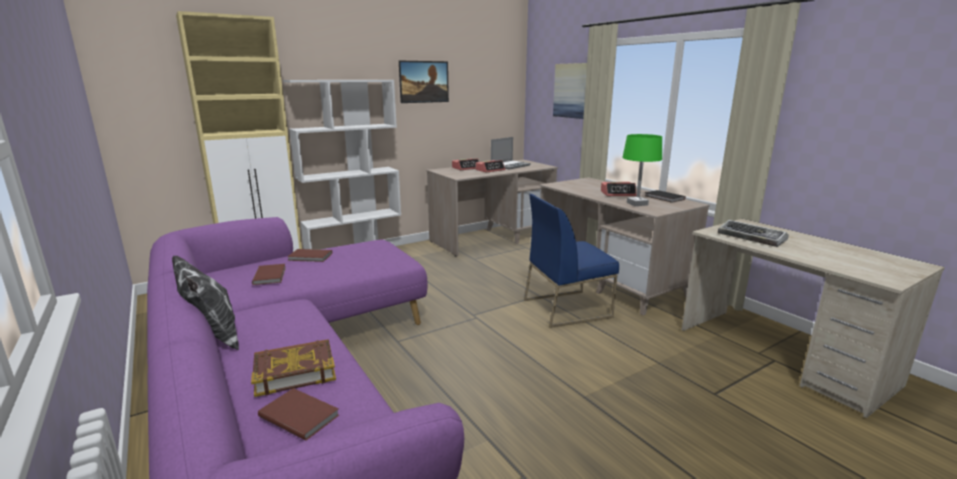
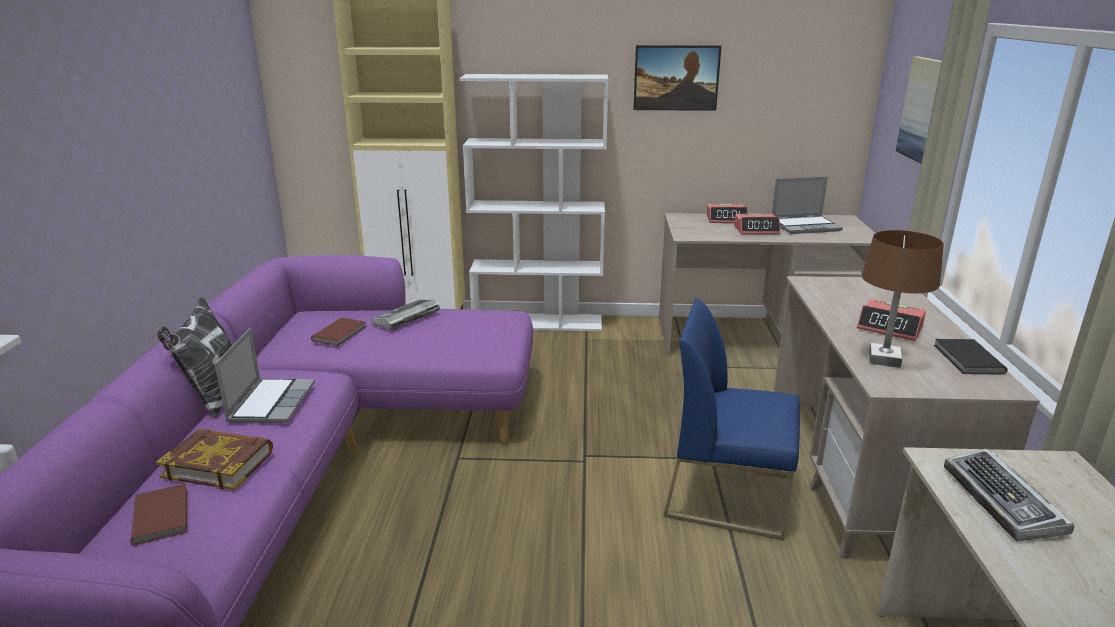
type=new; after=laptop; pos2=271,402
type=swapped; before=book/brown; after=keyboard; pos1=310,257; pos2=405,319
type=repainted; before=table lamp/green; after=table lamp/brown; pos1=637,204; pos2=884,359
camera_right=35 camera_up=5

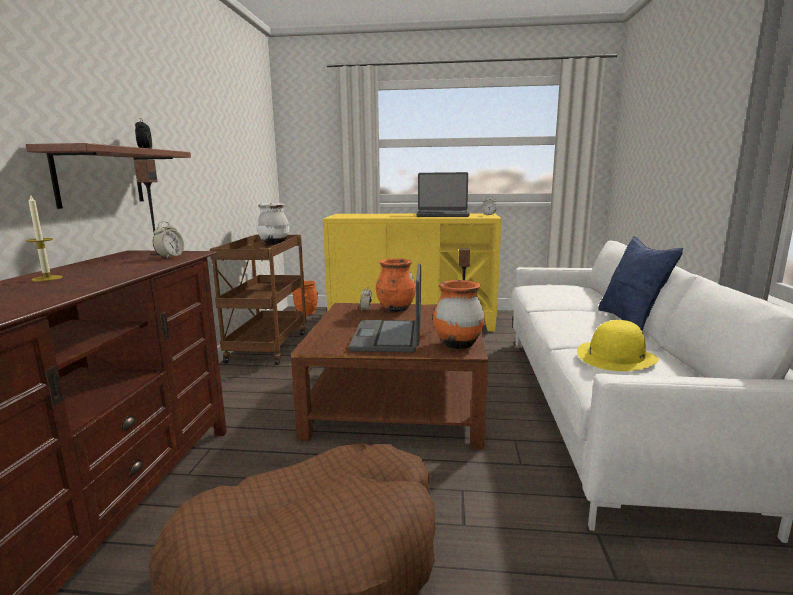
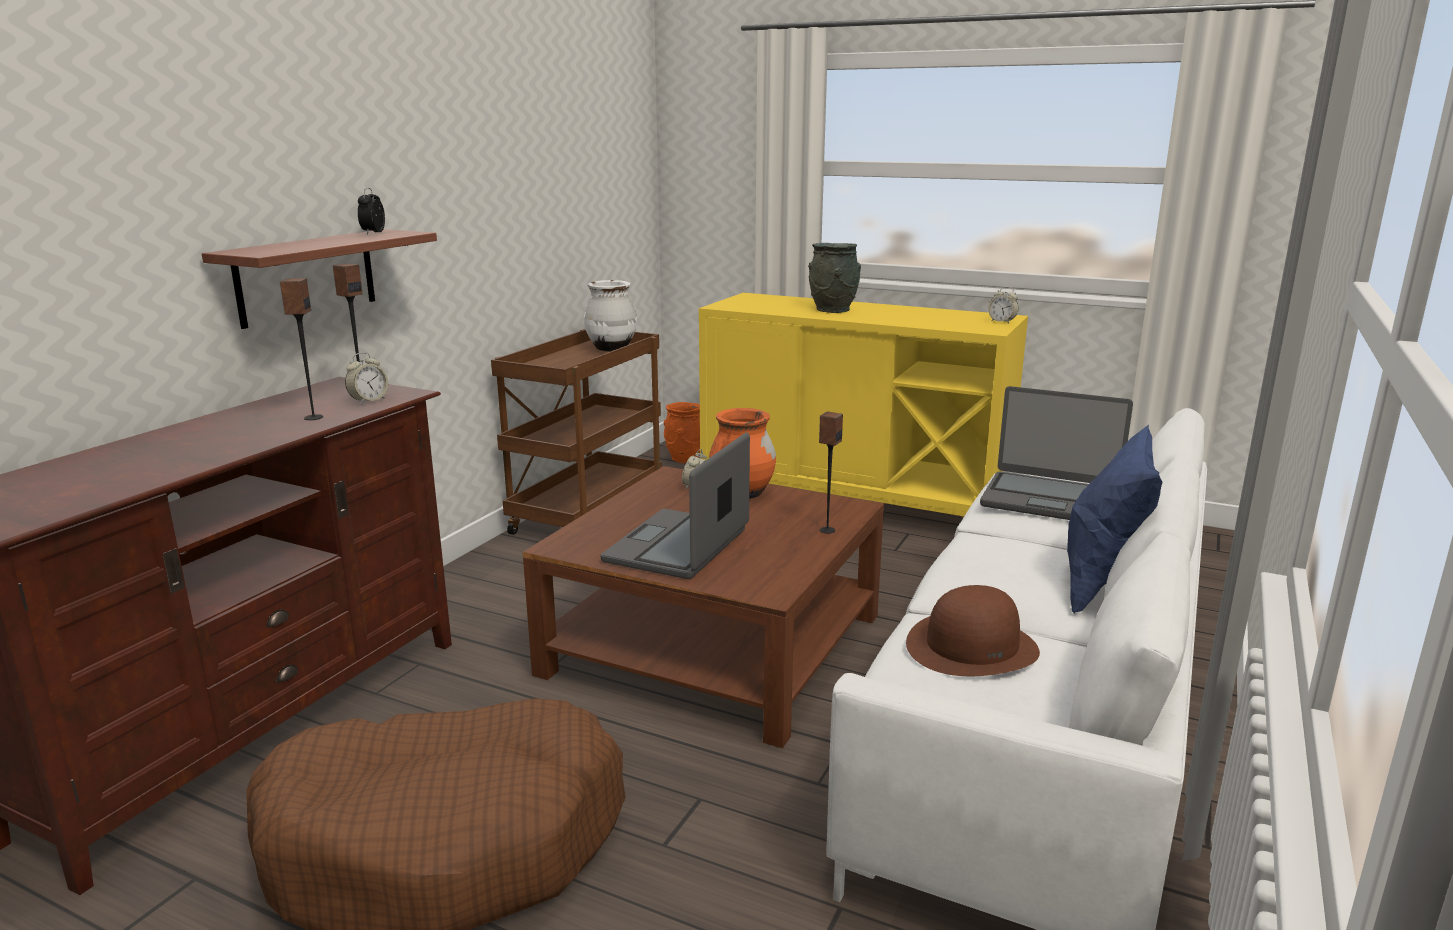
type=gone; before=candle; pos1=47,278
type=gone; before=vase/orange; pos1=457,345
type=new; after=speaker; pos2=313,417
type=new; after=vase/grey; pos2=833,310
type=shifted; before=laptop; pos1=442,215; pos2=1050,500
type=repainted; before=hat/yellow; after=hat/brown; pos1=616,356; pos2=972,646
camera_right=20 camera_up=5

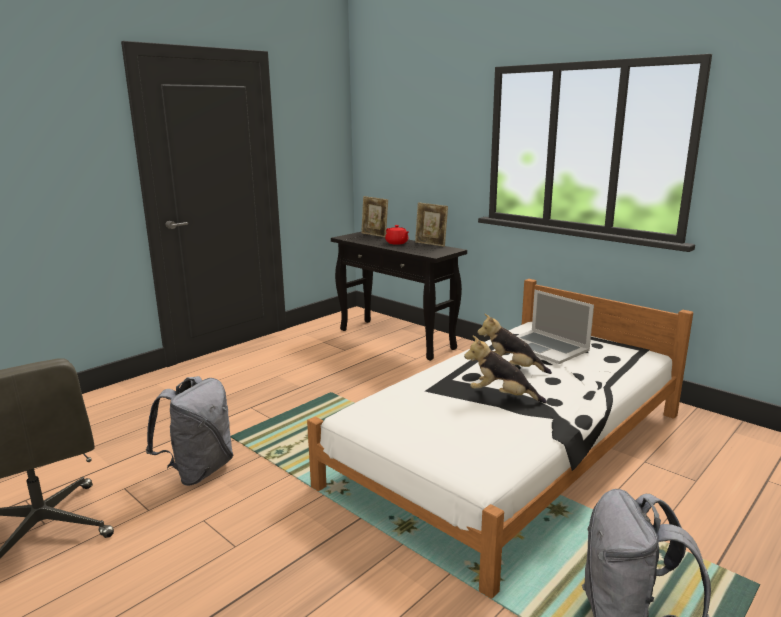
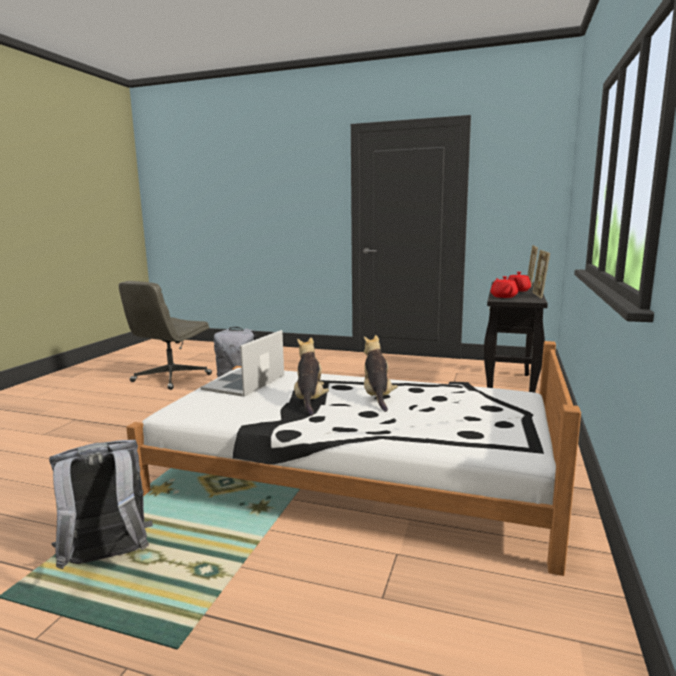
type=new; after=teapot/red; pos2=503,296
type=shifted; before=laptop; pos1=545,347; pos2=245,382
camera_right=65 camera_up=-5

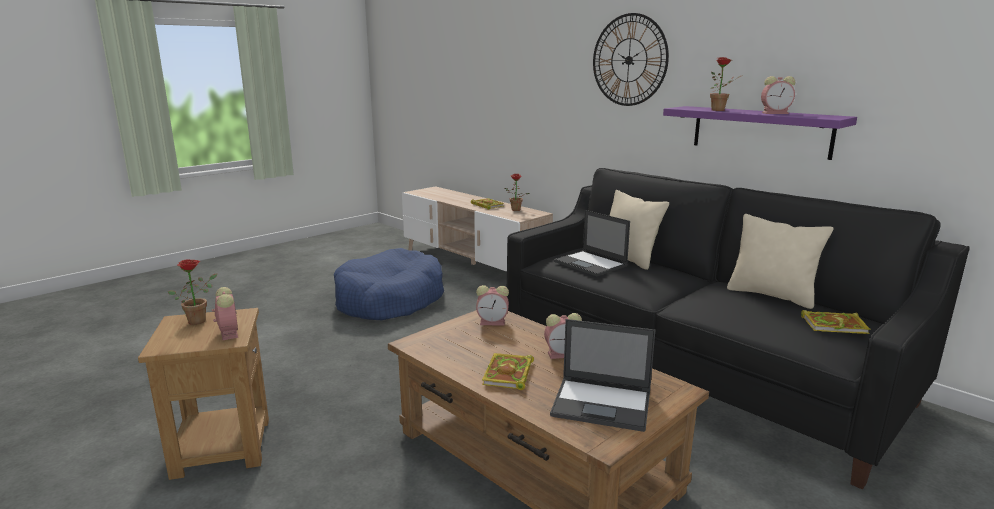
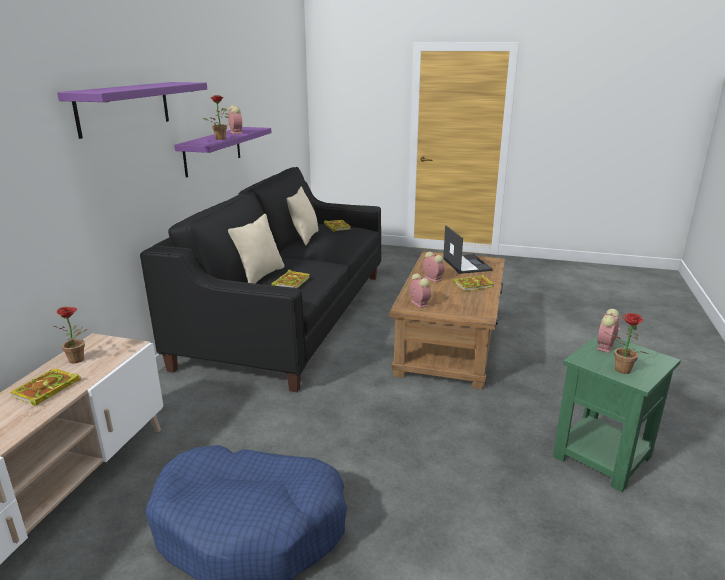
type=swapped; before=laptop; after=book; pos1=591,264; pos2=291,282
type=swapped; before=wall clock; after=shelf/purple; pos1=629,60; pos2=124,108
type=repainted; before=side table/brown; after=side table/green; pos1=222,446; pos2=601,457
camera_right=-120 camera_up=5

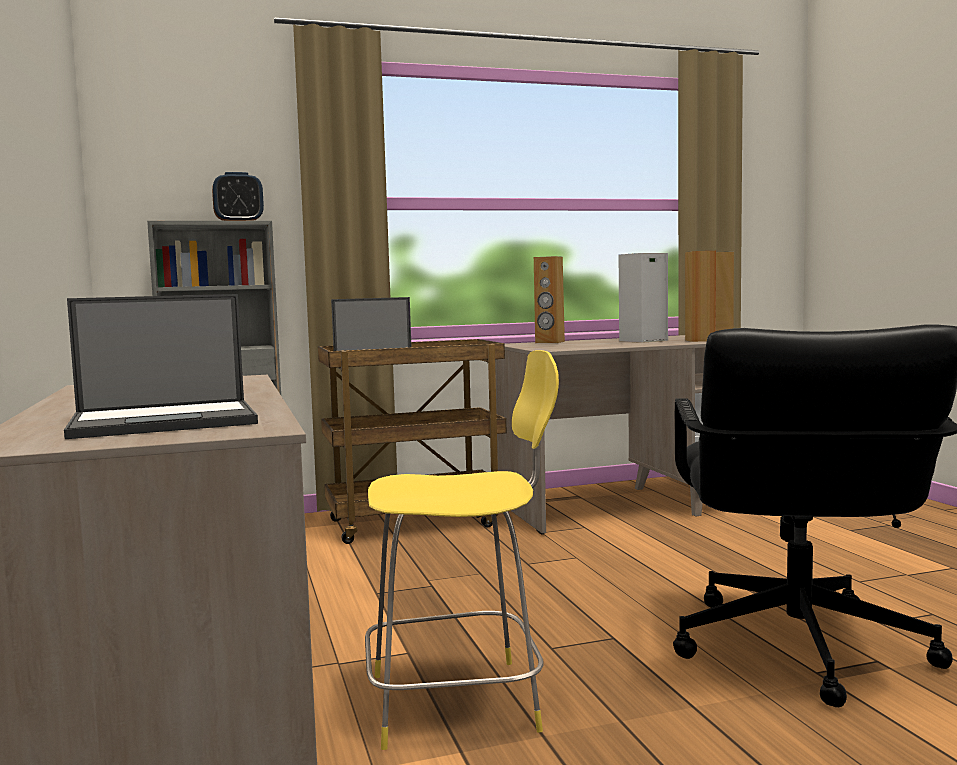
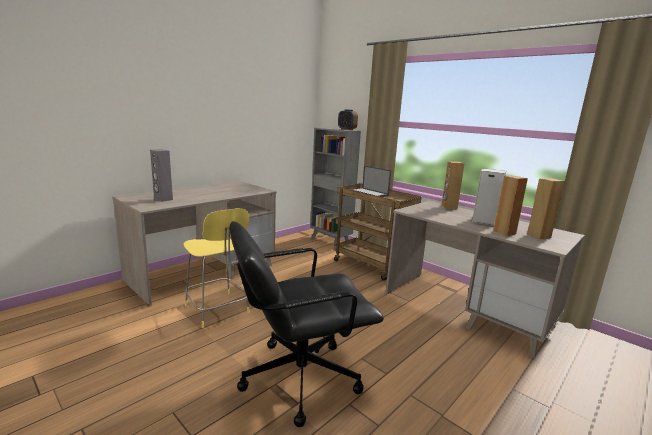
type=swapped; before=laptop; after=speaker/grey; pos1=167,421; pos2=163,199
camera_right=60 camera_up=10

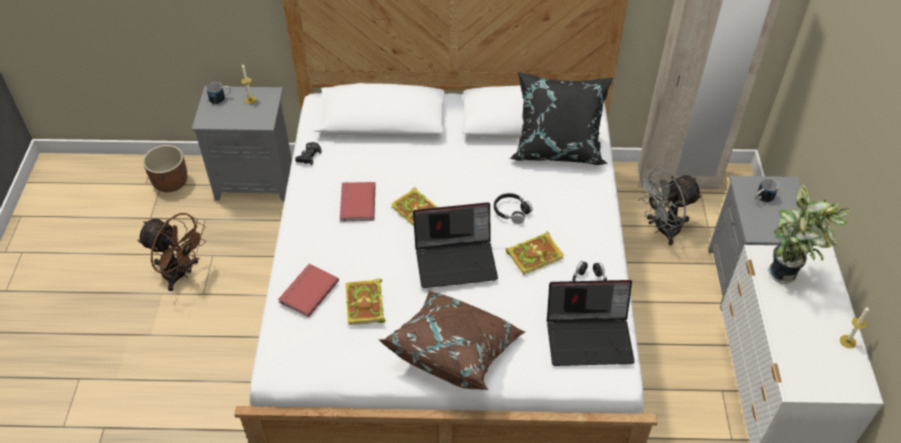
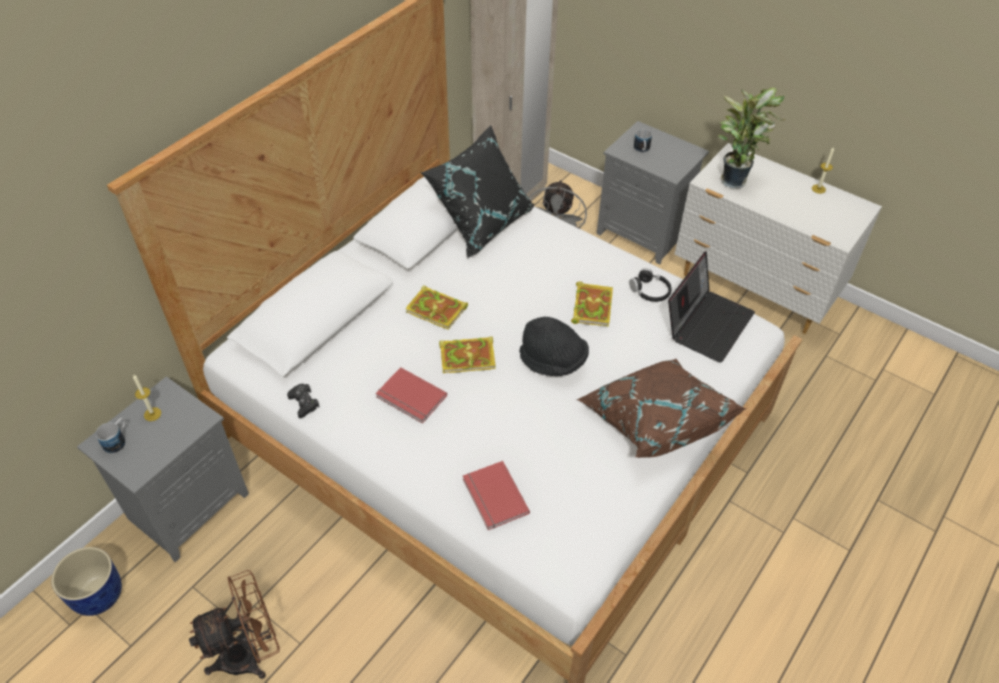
type=gone; before=headphones/black; pos1=511,211
type=shifted; before=book; pos1=365,305; pos2=438,310
type=swapped; before=laptop; after=hat/black; pos1=456,260; pos2=553,361
type=repainted; before=planter/brown; after=planter/blue; pos1=171,182; pos2=98,594
camera_right=-55 camera_up=0

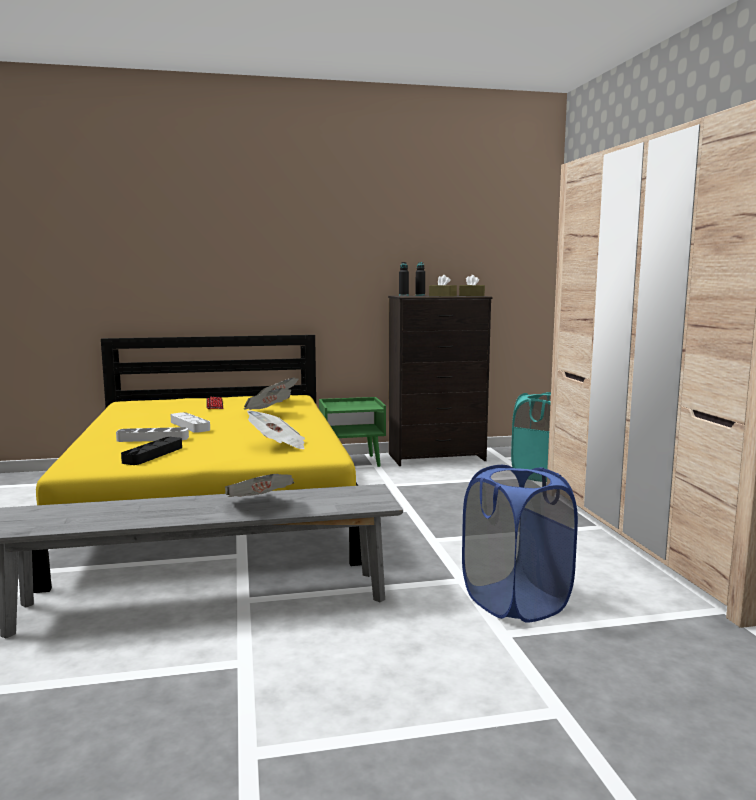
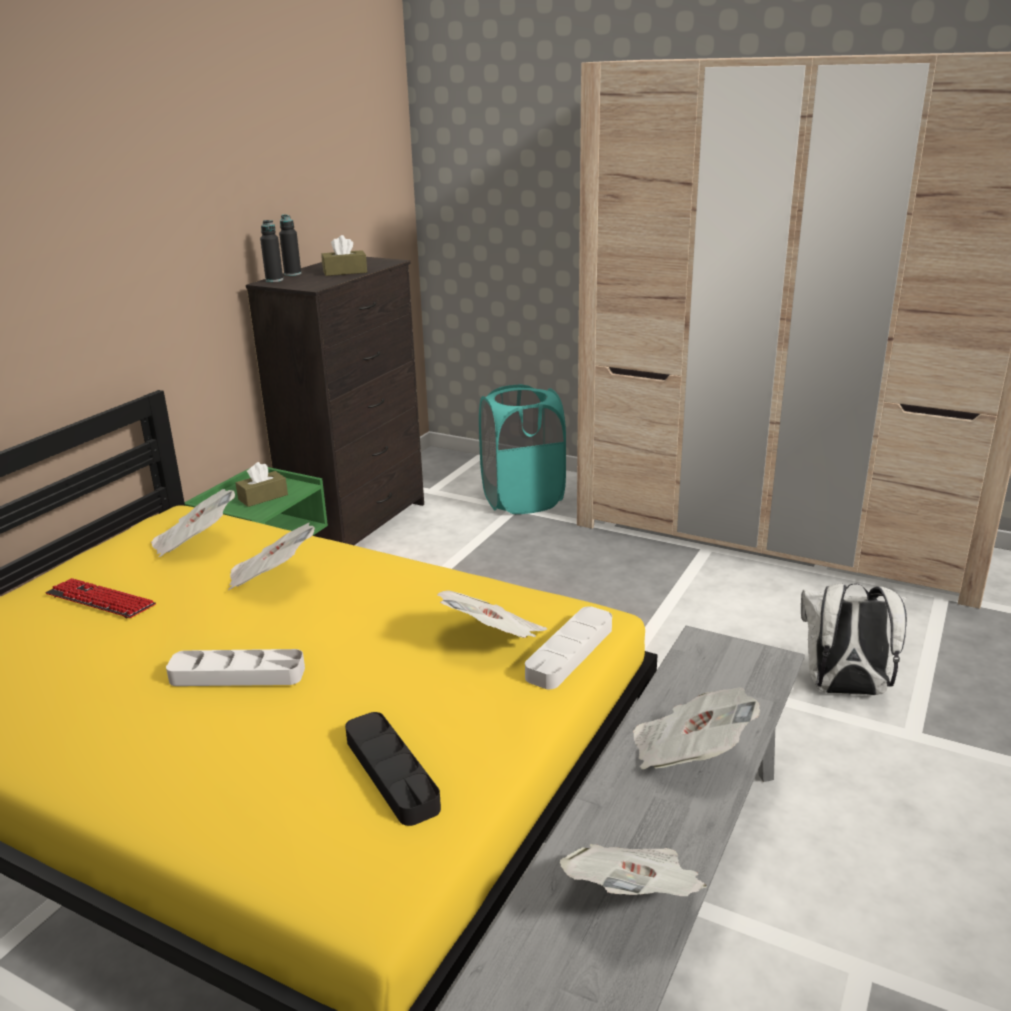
type=new; after=newspaper; pos2=634,896
type=shifted; before=tray/grey; pos1=153,438; pos2=570,652
type=shifted; before=tissue box/brown; pos1=471,295; pos2=263,497
type=swapped; before=laundry basket/blue; after=backpack/white; pos1=515,602; pos2=844,690
camera_right=-50 camera_up=15

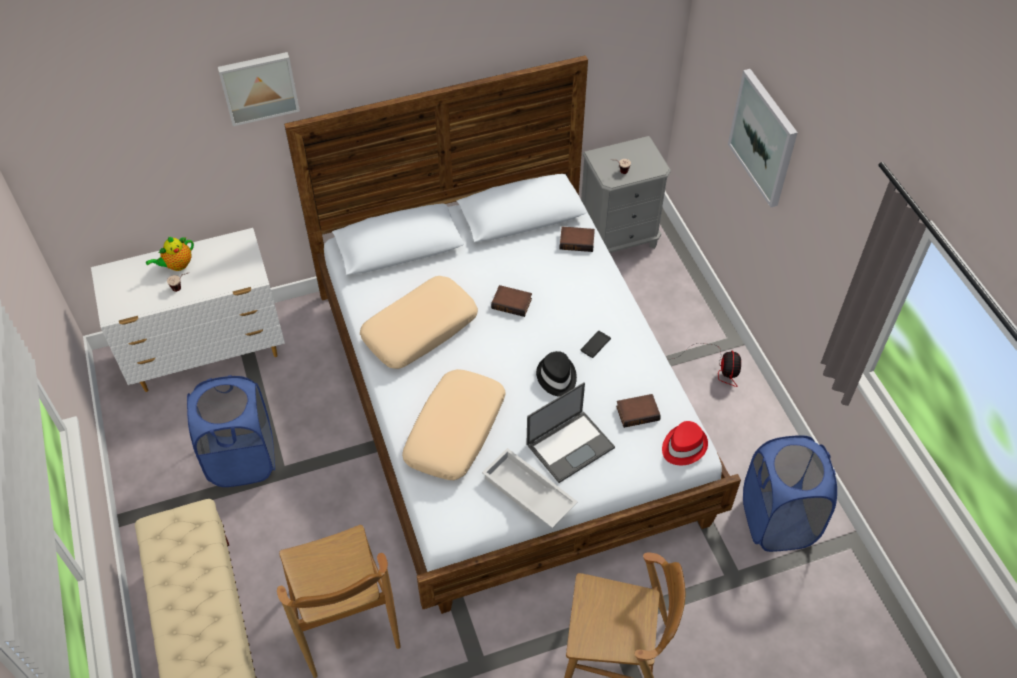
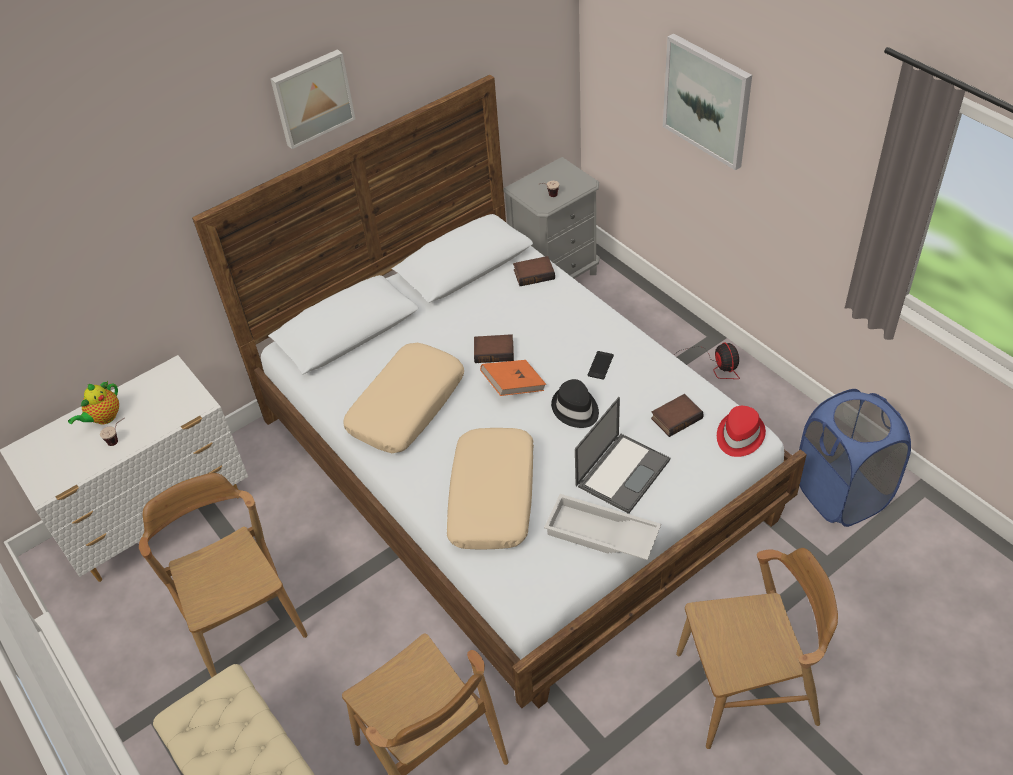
type=new; after=book/orange; pos2=513,386
type=shifted; before=picture; pos1=258,87; pos2=312,97
type=swapped; before=laundry basket/blue; after=chair/brown; pos1=242,460; pos2=243,618
camera_right=-15 camera_up=-5

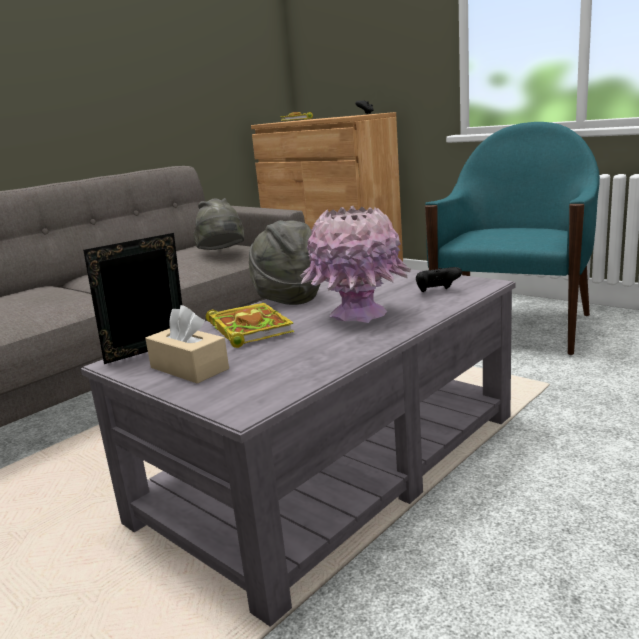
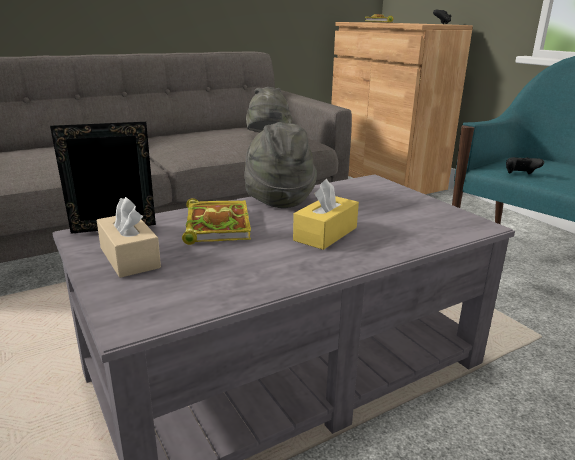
type=shifted; before=game controller/black; pos1=437,292; pos2=520,175
type=swapped; before=vase/pink; after=tissue box/yellow; pos1=358,315; pos2=325,234
camera_right=15 camera_up=5

